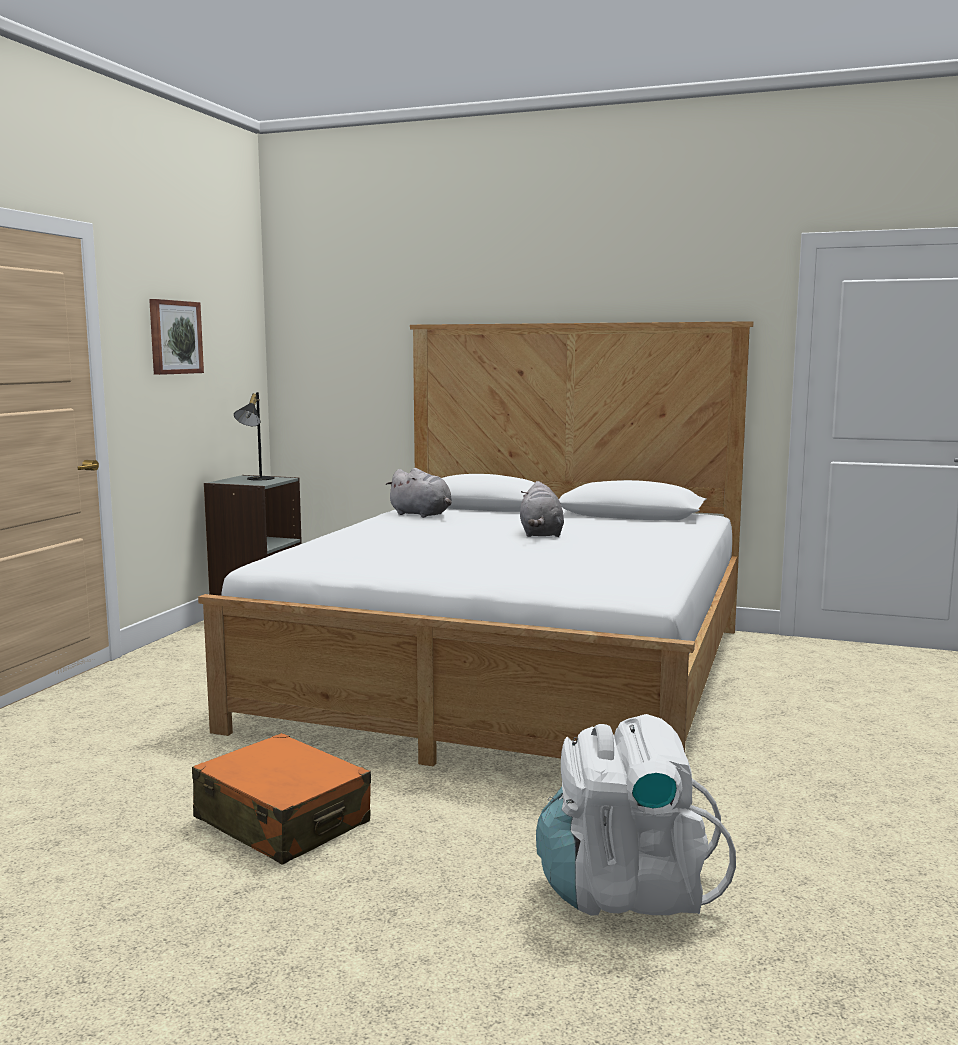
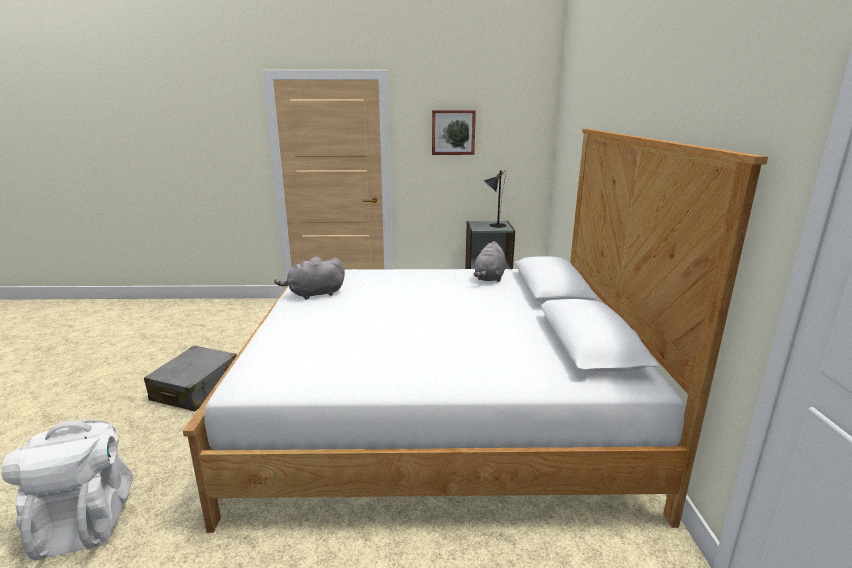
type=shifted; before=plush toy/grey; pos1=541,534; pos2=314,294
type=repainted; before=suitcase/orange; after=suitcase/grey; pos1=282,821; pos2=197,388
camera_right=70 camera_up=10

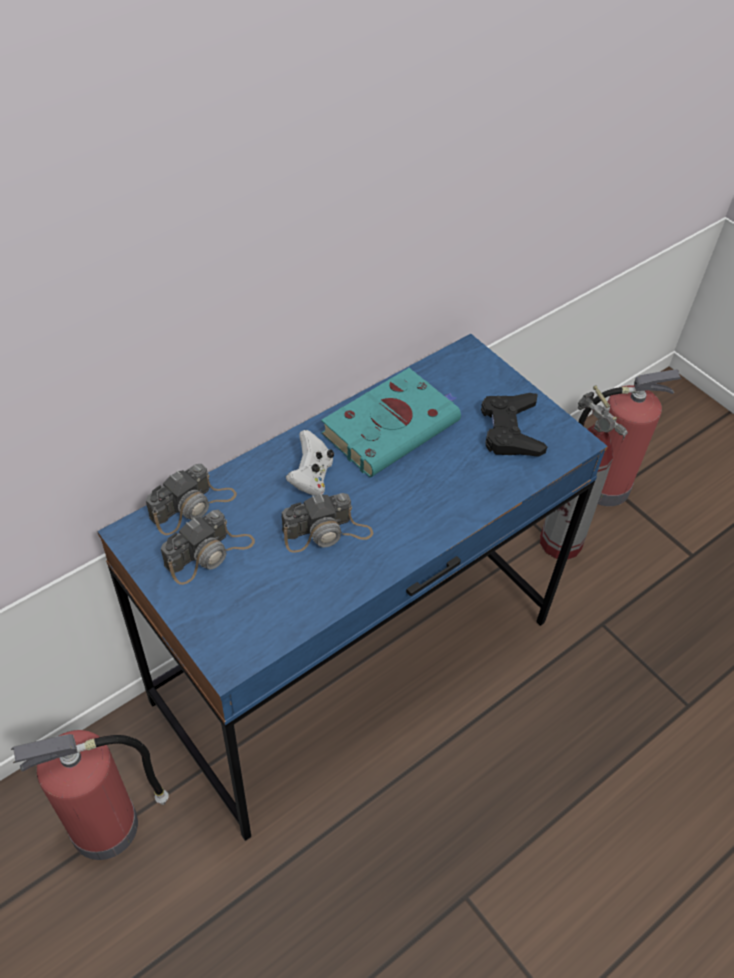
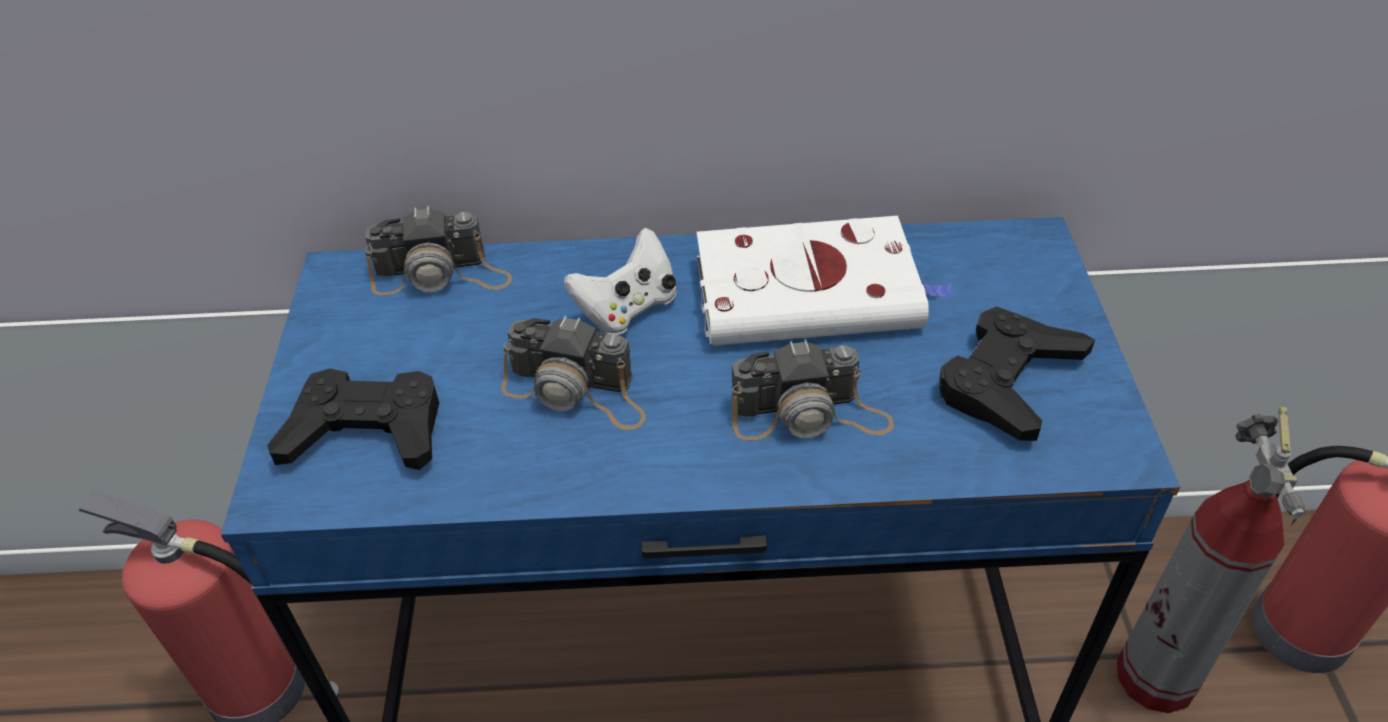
type=new; after=game controller/black; pos2=366,431
type=shifted; before=photo camera; pos1=209,553; pos2=810,414
type=repainted; before=book/turquoise; after=book/white; pos1=393,426; pos2=814,293
camera_right=40 camera_up=-5

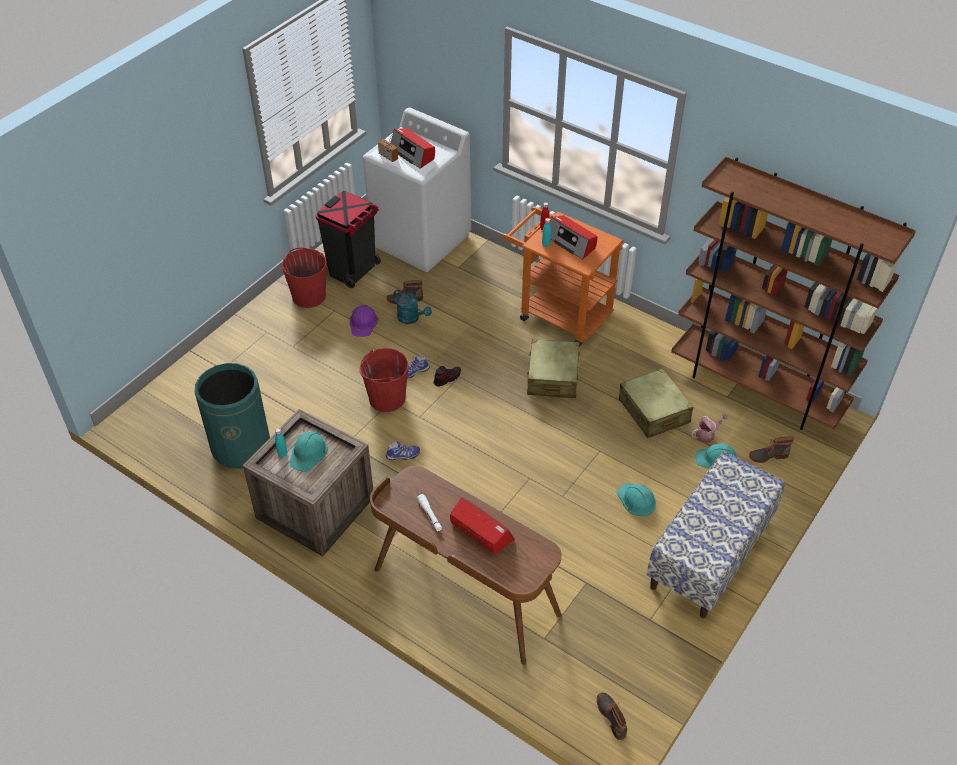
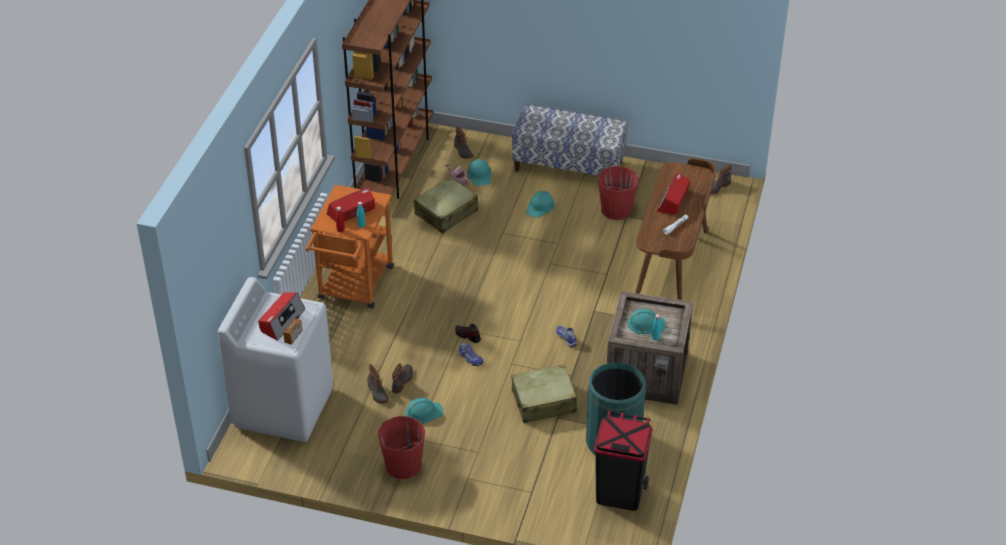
type=shifted; before=trash can/black; pos1=353,271; pos2=619,493
type=shifted; before=bucket/red; pos1=386,398; pos2=616,210
type=shifted; before=suitcase/beige; pos1=552,377; pos2=544,401
type=swapped; before=watering can/turquoise; after=boot; pos1=411,318; pos2=402,380
type=repainted; before=hard hat/purple; after=hard hat/turquoise; pos1=363,323; pos2=423,412
type=rotated; before=radio; pos1=571,242; pos2=352,211; turn=-150
camera_right=-110 camera_up=-5

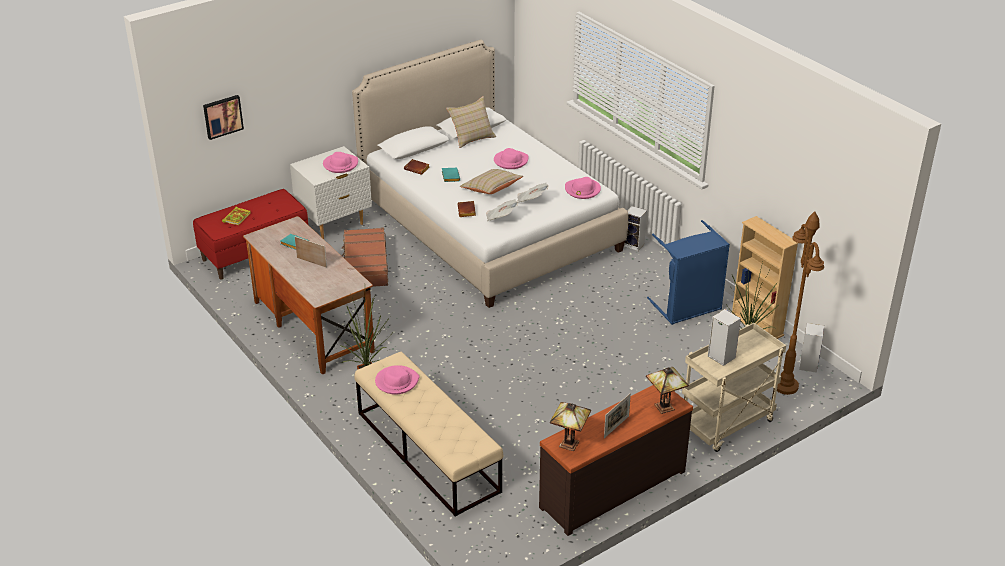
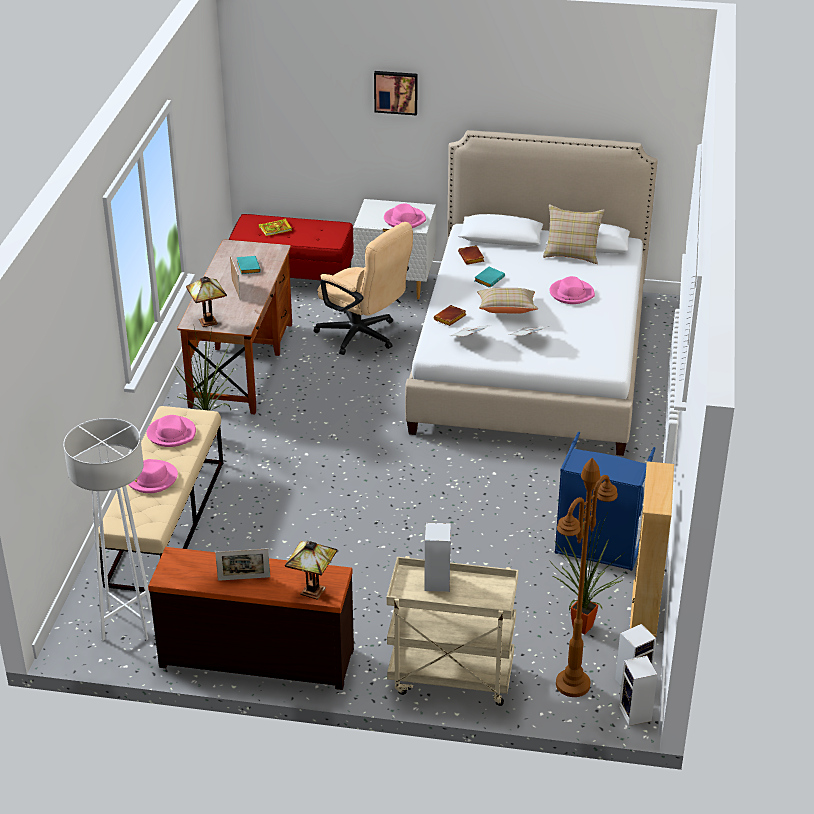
type=new; after=floor lamp/white; pos2=127,624
type=shifted; before=picture; pos1=222,116; pos2=396,92
type=shifted; before=table lamp; pos1=568,443; pos2=209,321
type=shifted; before=hat/pink; pos1=582,190; pos2=151,479
type=shifted; before=speaker; pos1=634,245; pos2=636,714
type=swapped; before=suitcase/brown; after=office chair/beige; pos1=365,266; pos2=363,337
camera_right=45 camera_up=0

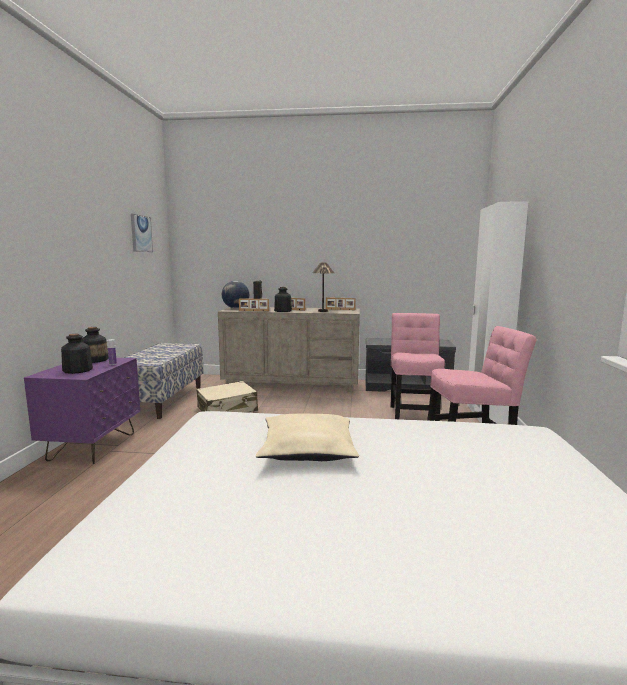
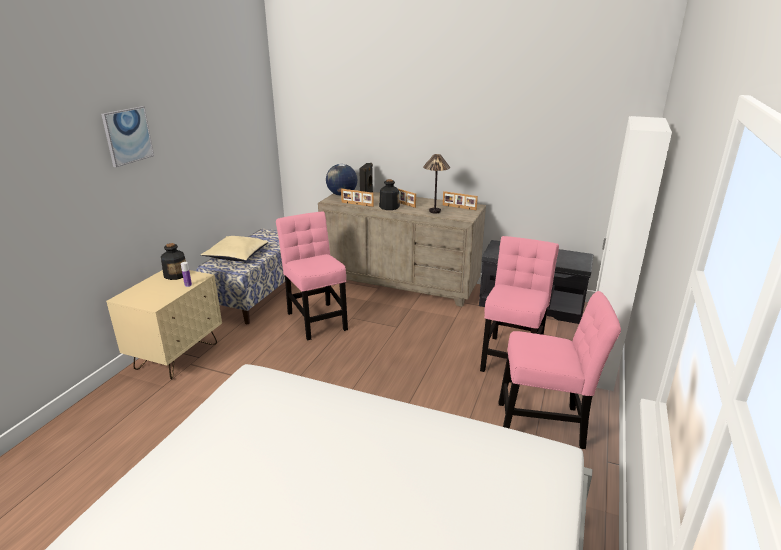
type=gone; before=bottle; pos1=77,370
type=shifted; before=picture; pos1=141,233; pos2=127,136
type=shifted; before=pillow/beige; pos1=307,450; pos2=236,255
type=swapped; before=suitcase/beige; after=chair/pink; pos1=227,409; pos2=316,319
type=repainted; before=nightstand/purple; after=nightstand/beige; pos1=93,447; pos2=177,356
camera_right=15 camera_up=15

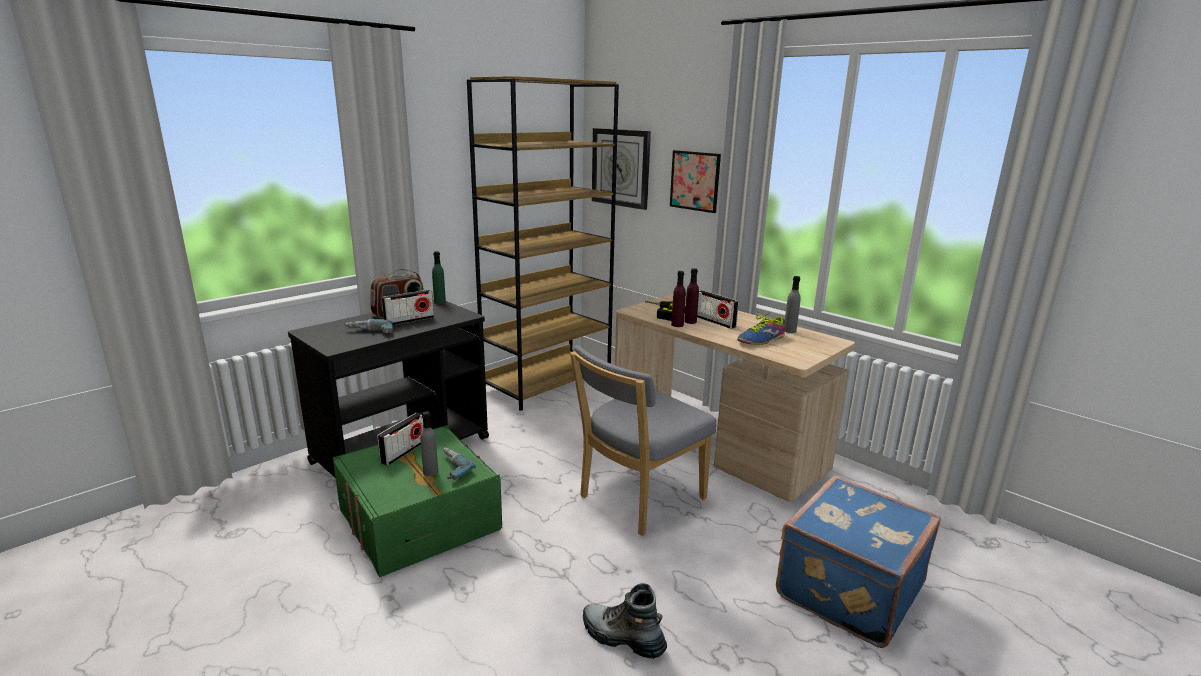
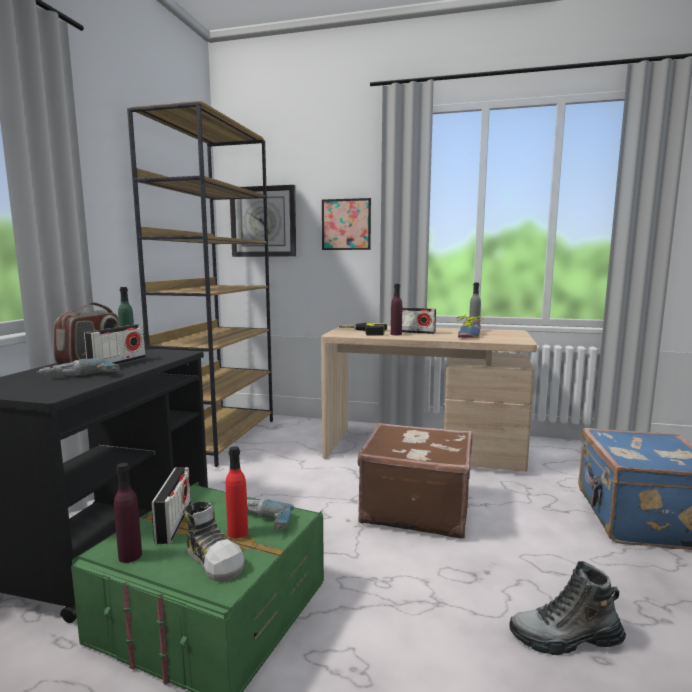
type=new; after=shoe; pos2=214,559
type=shifted; before=bottle/purple; pos1=677,325; pos2=130,556
type=swapped; before=chair/grey; after=suitcase/brown; pos1=637,499; pos2=415,508
type=repainted; before=bottle/grey; after=bottle/red; pos1=430,472; pos2=237,532
camera_right=-30 camera_up=-10

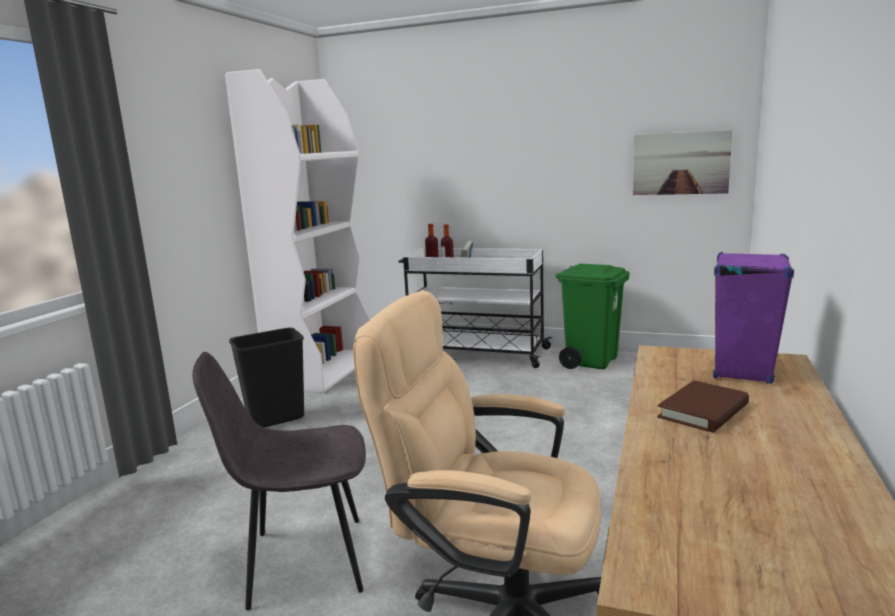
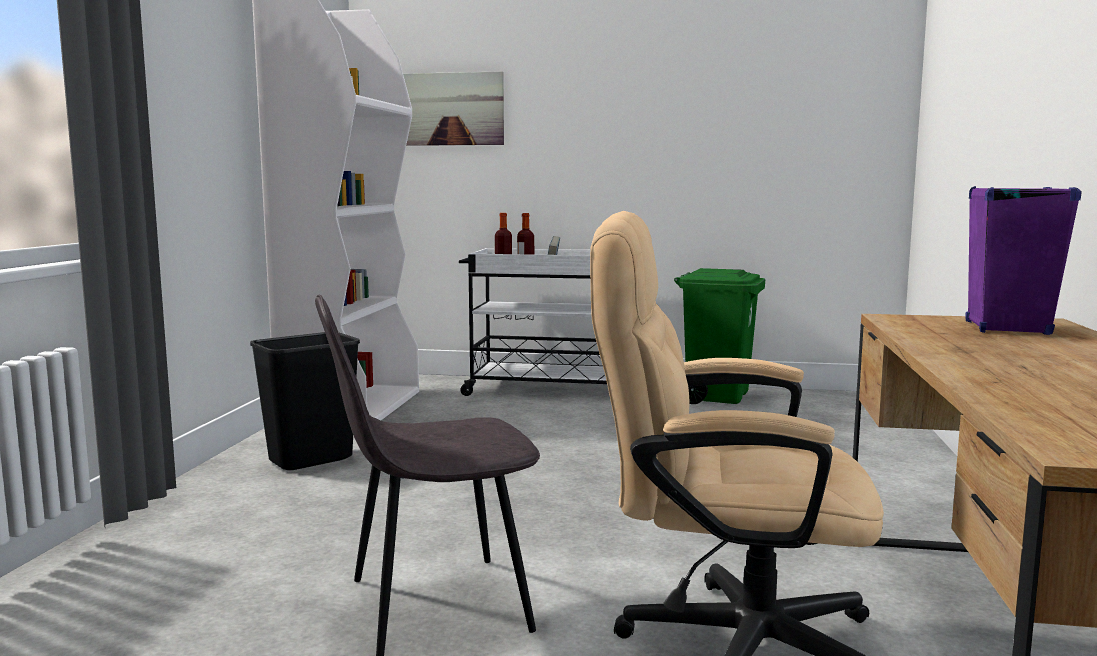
type=gone; before=book/brown; pos1=703,411
type=shifted; before=picture; pos1=680,163; pos2=452,109
camera_right=-10 camera_up=-5

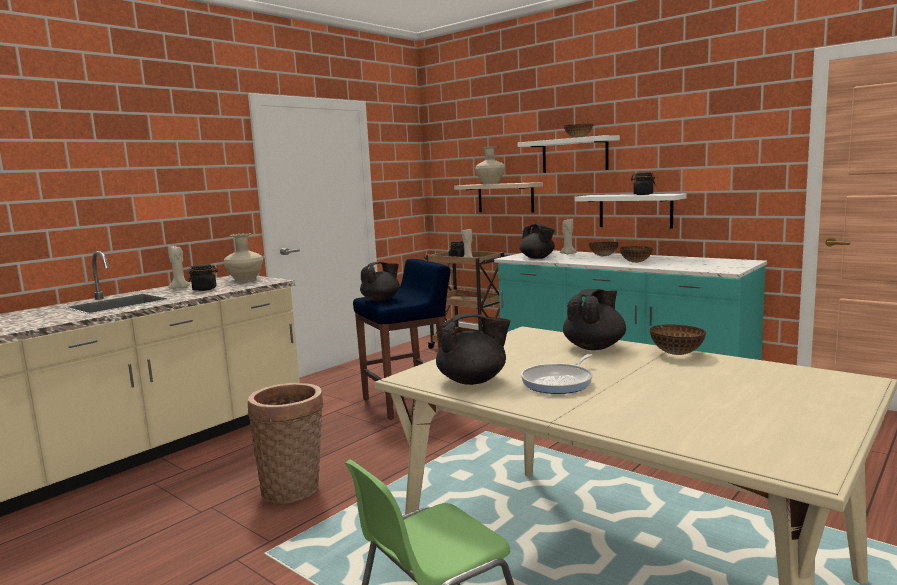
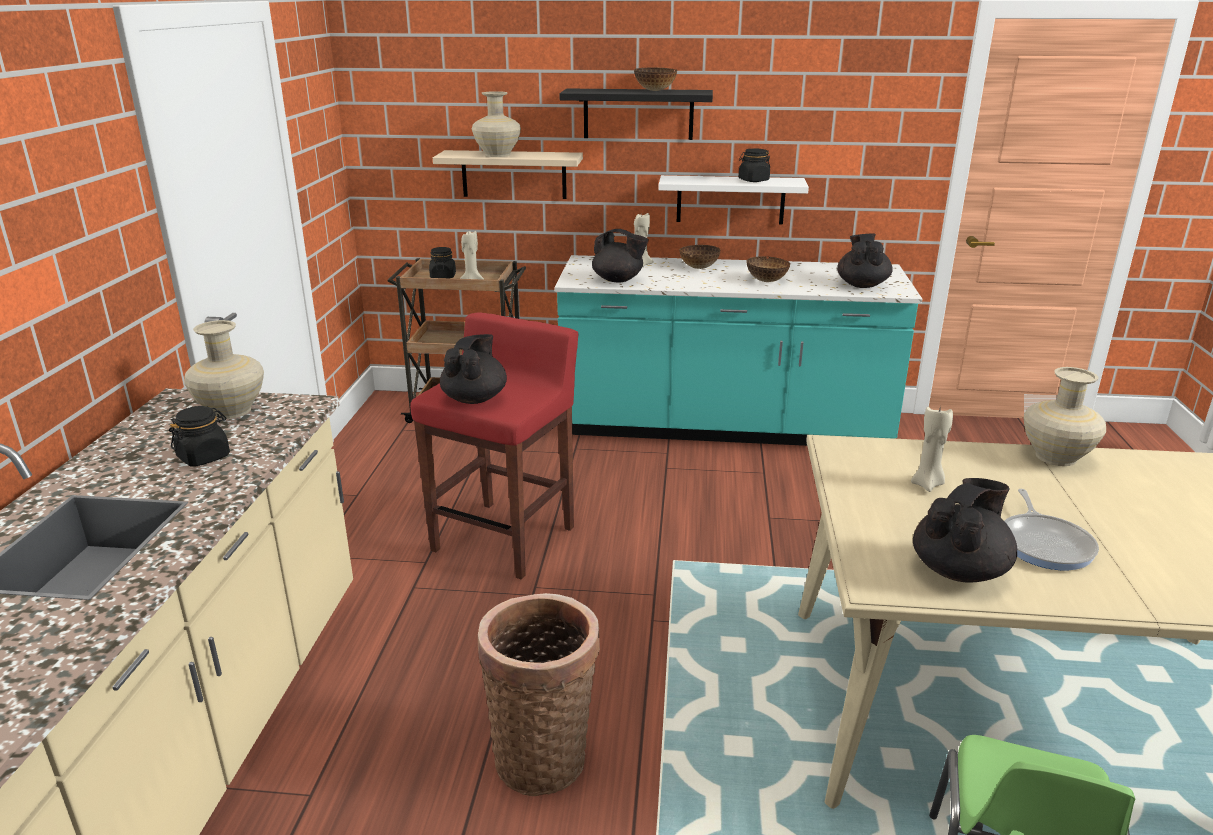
type=shifted; before=candle/beige; pos1=180,288; pos2=927,484
type=shifted; before=teapot/black; pos1=594,347; pos2=862,285
type=swapped; before=bowl; after=vase/beige; pos1=677,354; pos2=1056,457
type=repainted; before=stool/blue; after=stool/red; pos1=407,402; pos2=505,538
type=repainted; before=shelf/white; after=shelf/black; pos1=574,155; pos2=638,114
camera_right=-35 camera_up=15

